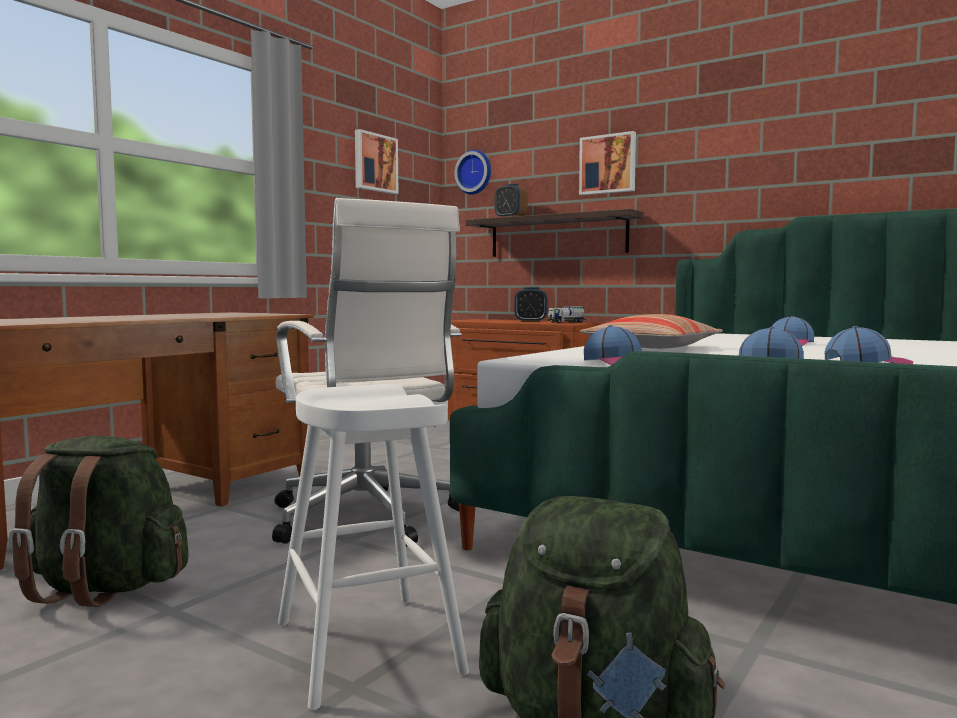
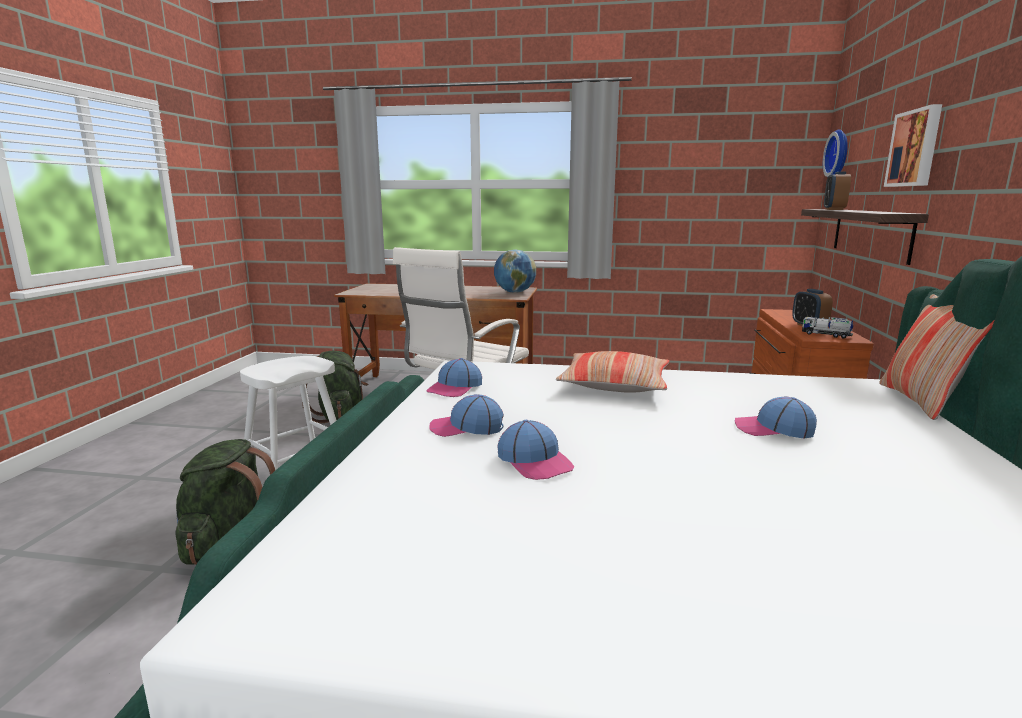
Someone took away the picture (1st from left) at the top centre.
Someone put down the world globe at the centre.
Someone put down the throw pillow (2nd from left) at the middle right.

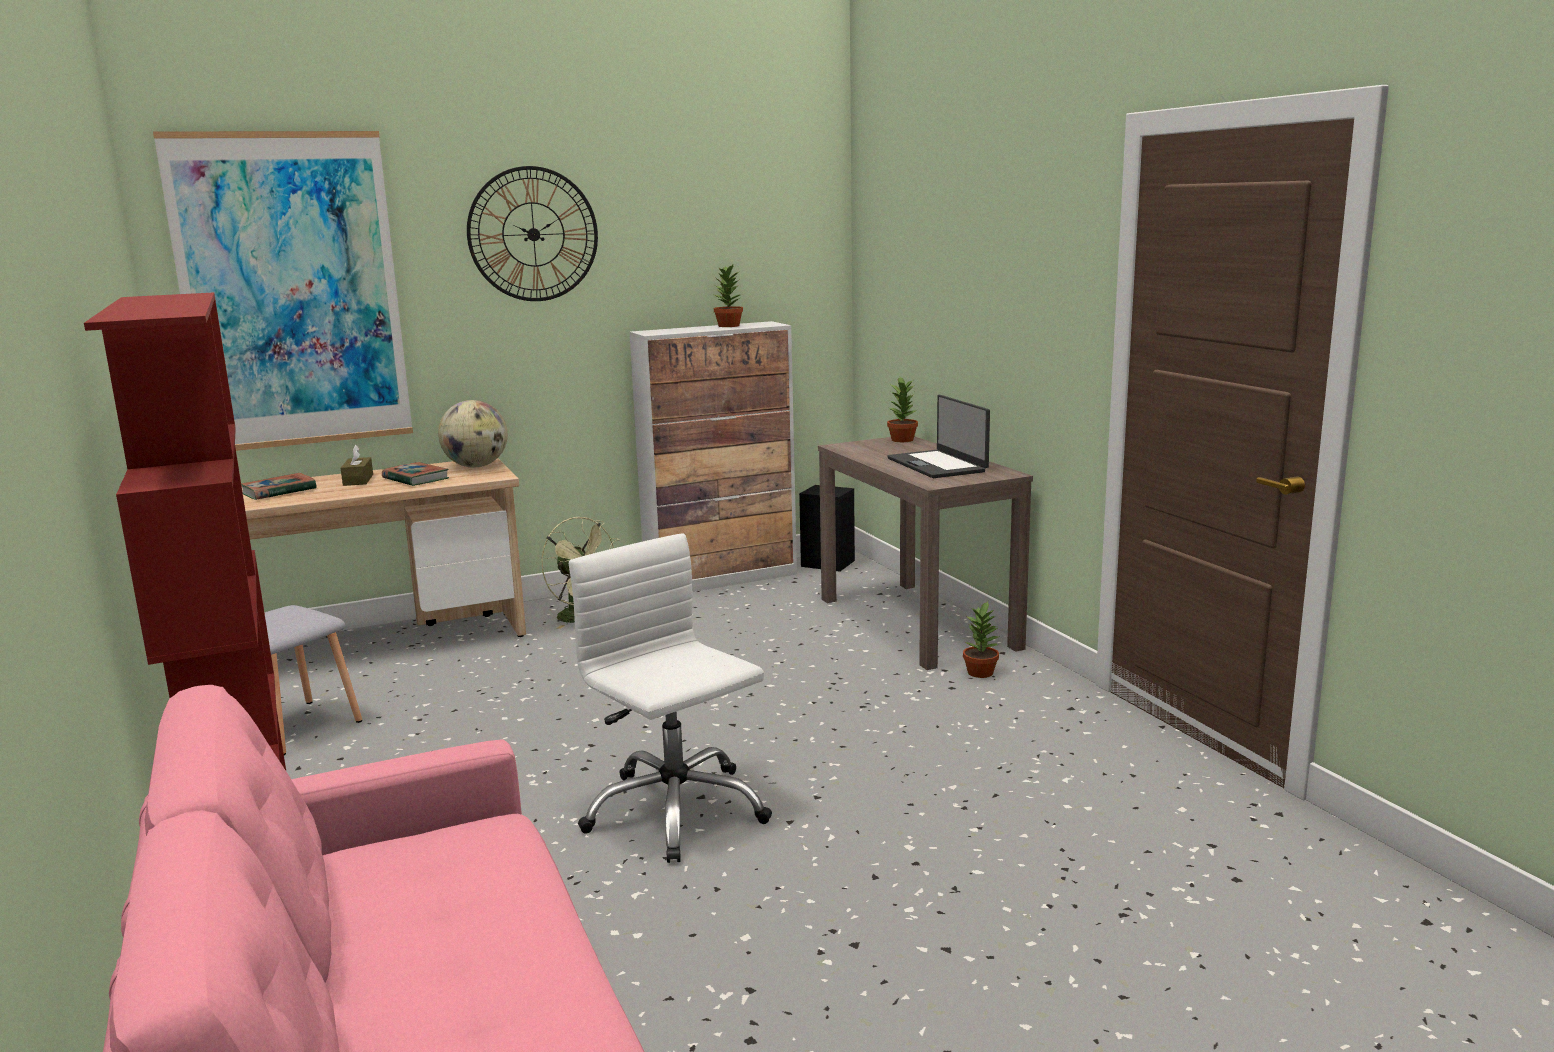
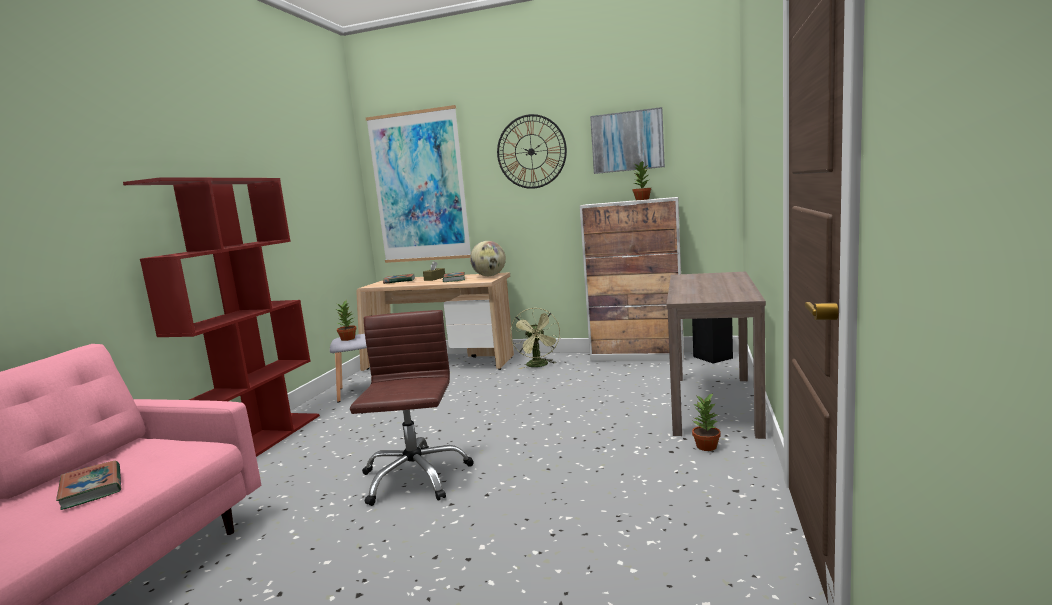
Someone repainted the white-coloured computer chair at the centre, which became the brown-coloured computer chair at the bottom centre.
Someone carried the plant in a pot (2nd from left in the first image) from the centre to the middle left.
Someone took away the portable computer at the centre.
Someone put down the bound book (1st from left) at the bottom left.
Someone put up the picture (2nd from left) at the top centre.

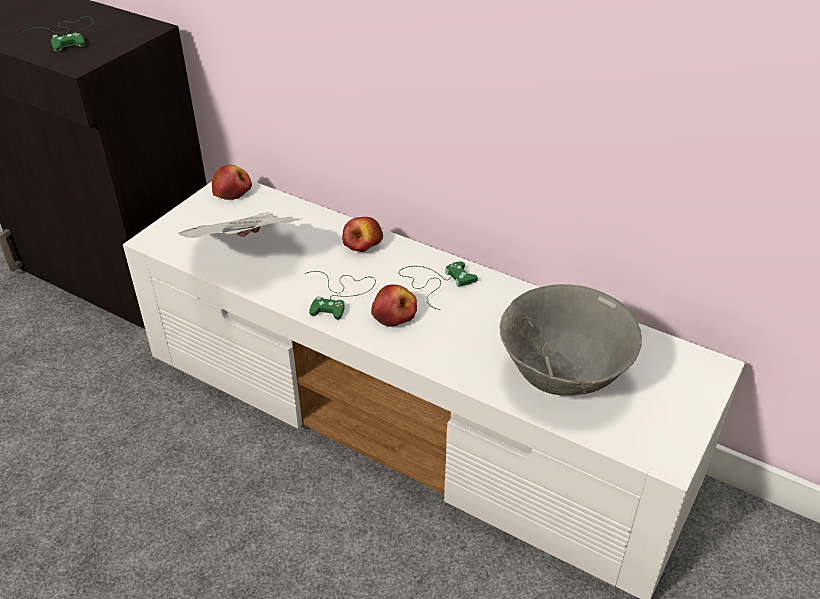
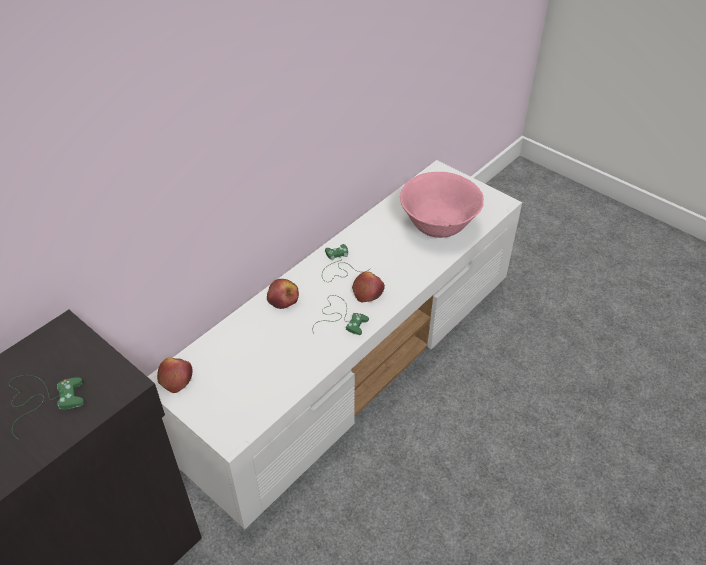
Someone took away the daily paper at the middle left.
Someone repainted the greyish bowl at the middle right, which became the pinkish bowl at the centre.

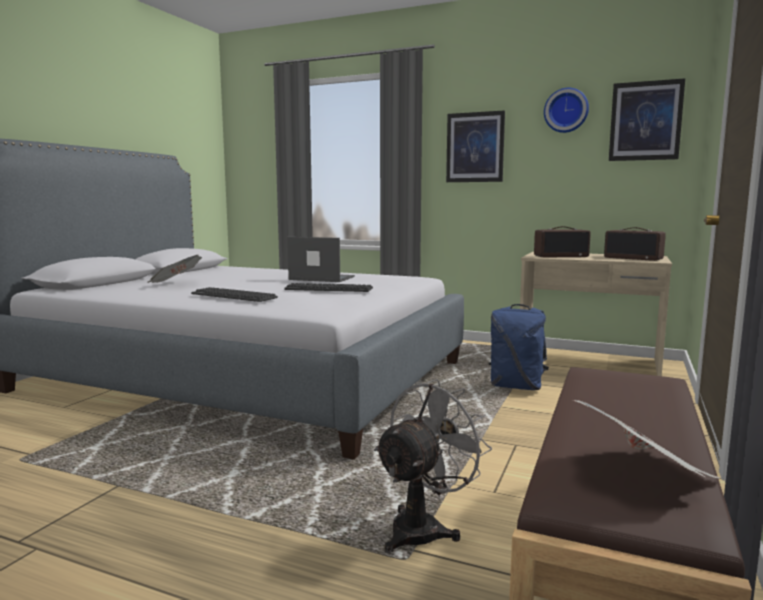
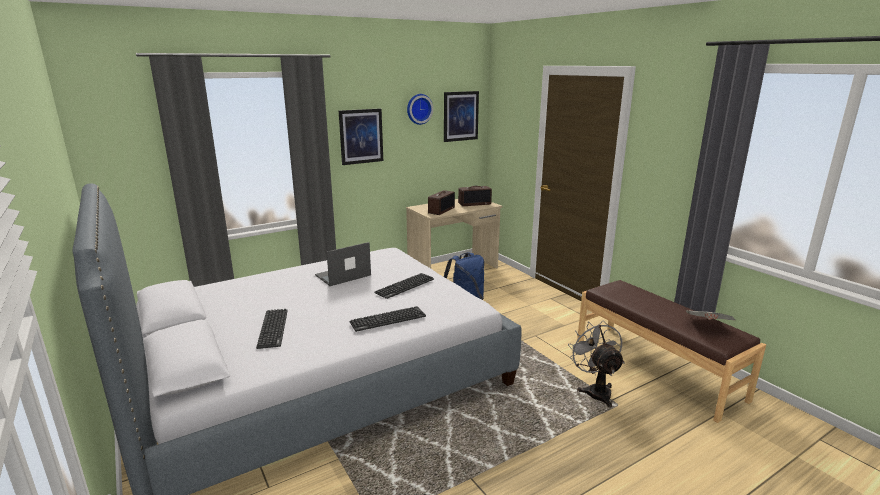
Someone swapped the daily paper (1st from left) at the middle left for the PC keyboard (1st from left) at the middle left.

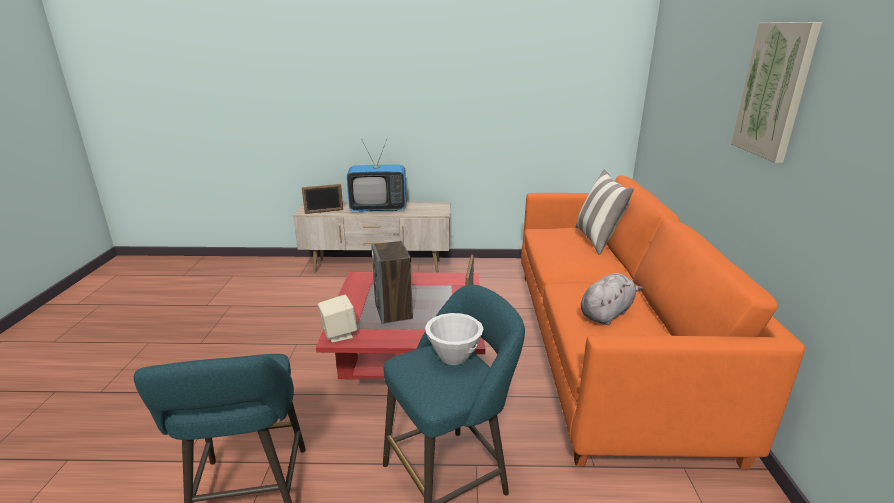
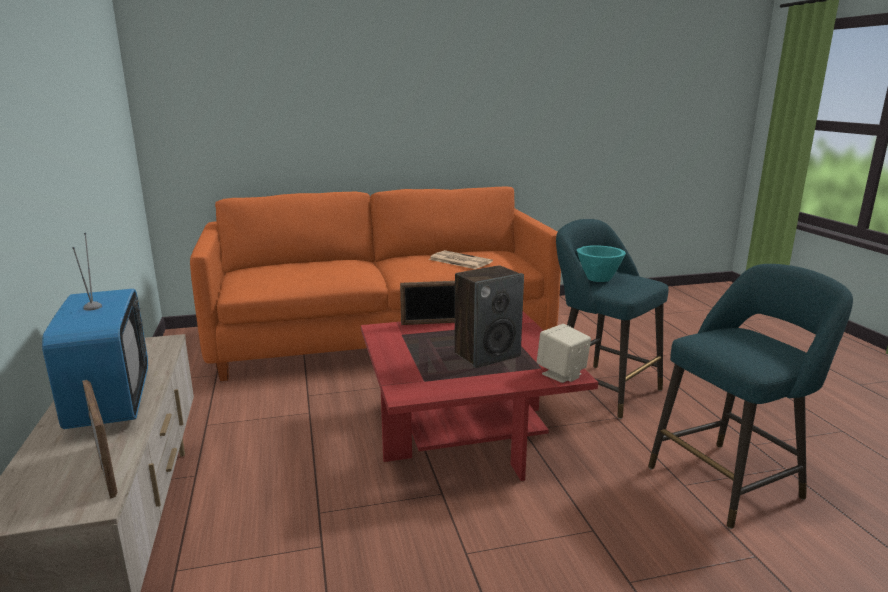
Someone repainted the white-coloured bowl at the bottom centre, which became the turquoise bowl at the middle right.
Someone took away the throw pillow at the middle right.
Someone swapped the greyish soft toy at the middle right for the daily paper at the centre.
Someone took away the picture at the top right.

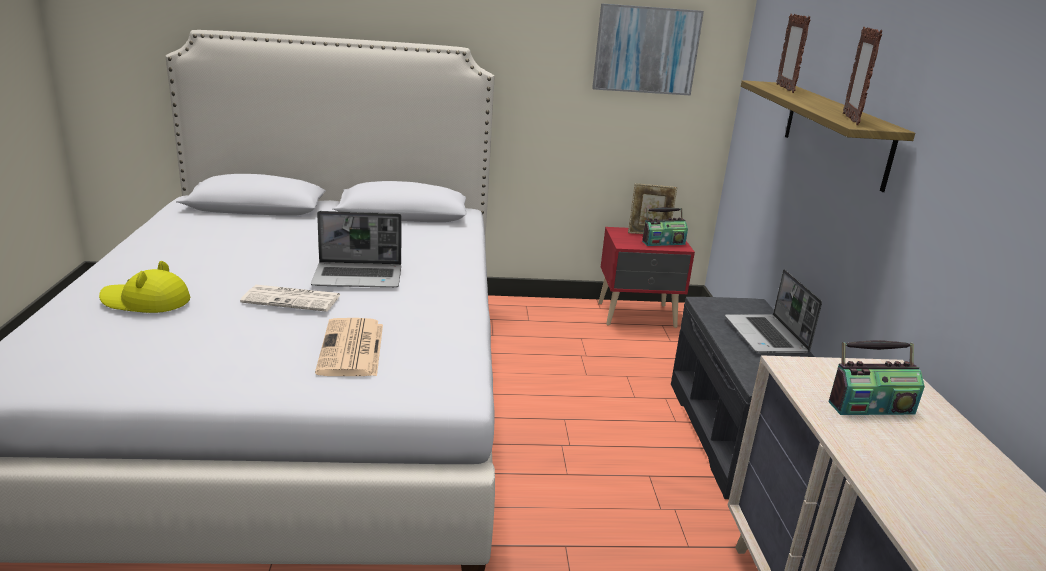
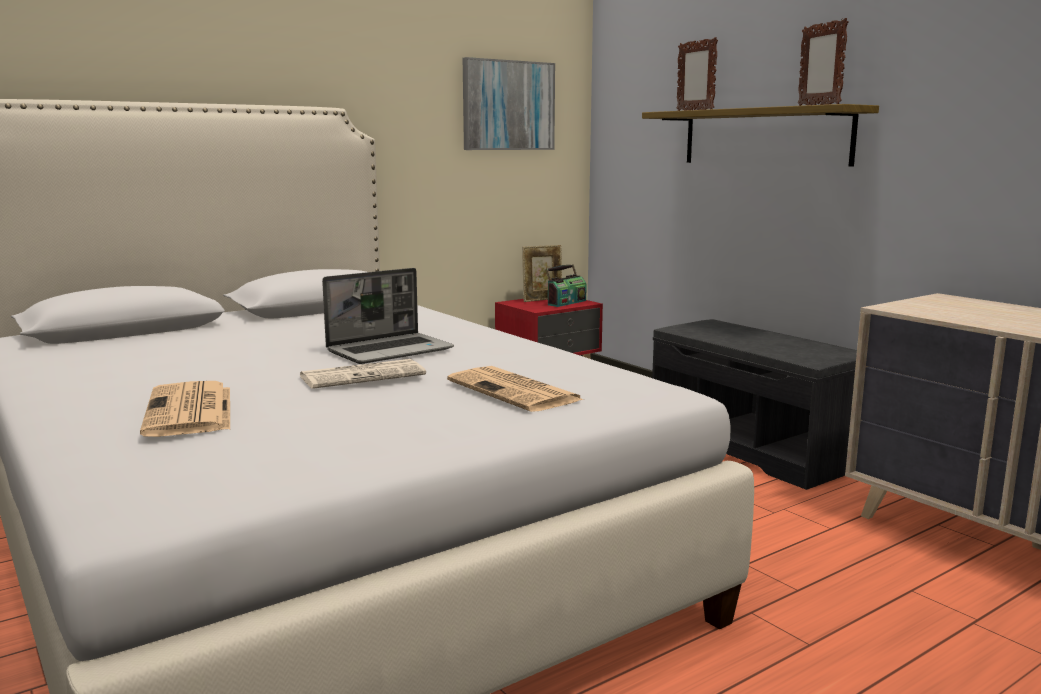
Someone swapped the yellowish wearable hat at the middle left for the daily paper (1st from left) at the middle left.
Someone took away the portable computer (2nd from left) at the middle right.
Someone took away the radio (2nd from left) at the middle right.

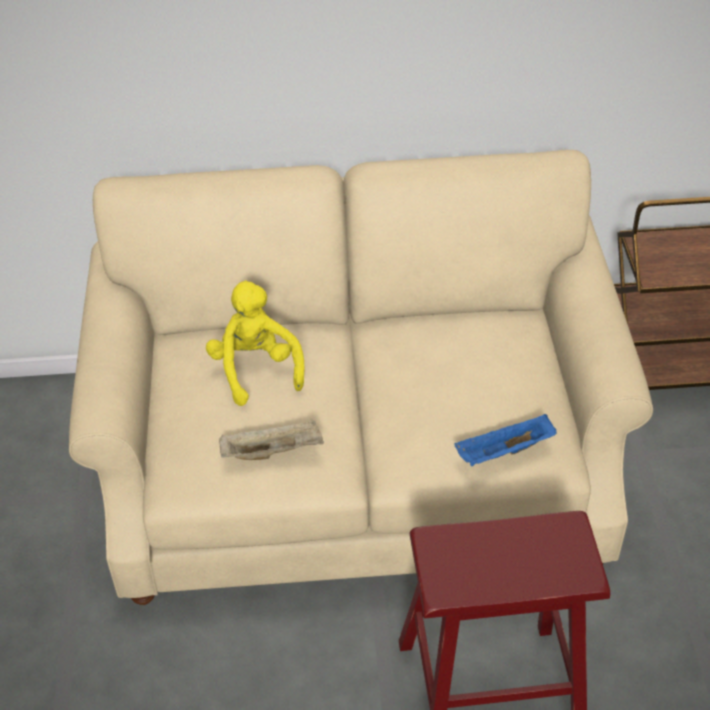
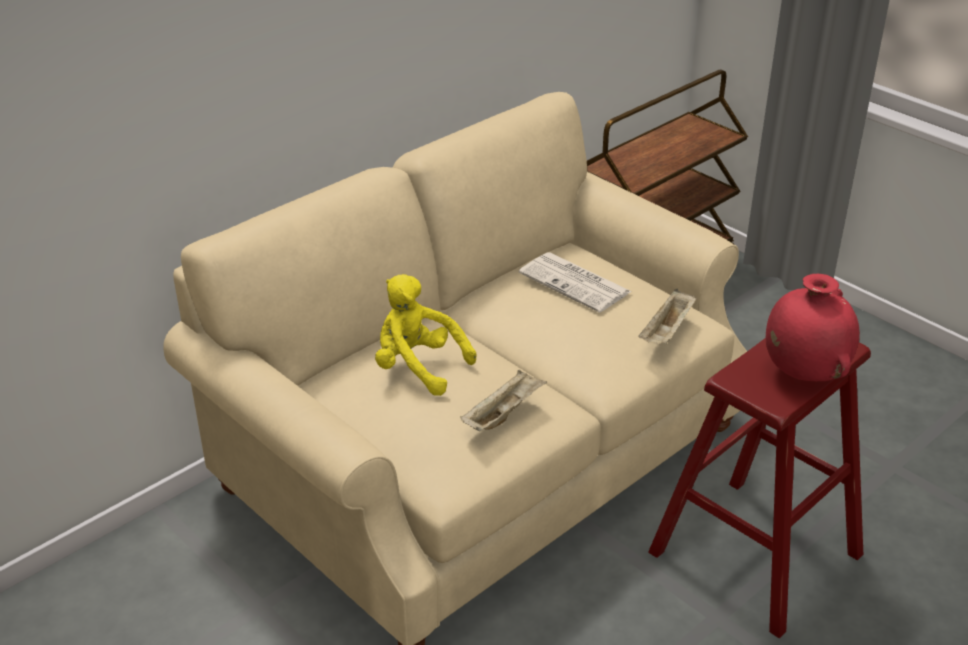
Someone repainted the blue-coloured carrying tray at the middle right, which became the beige-coloured carrying tray (2nd from left) at the middle right.
Someone put down the daily paper at the centre.
Someone put down the reddish vase at the middle right.

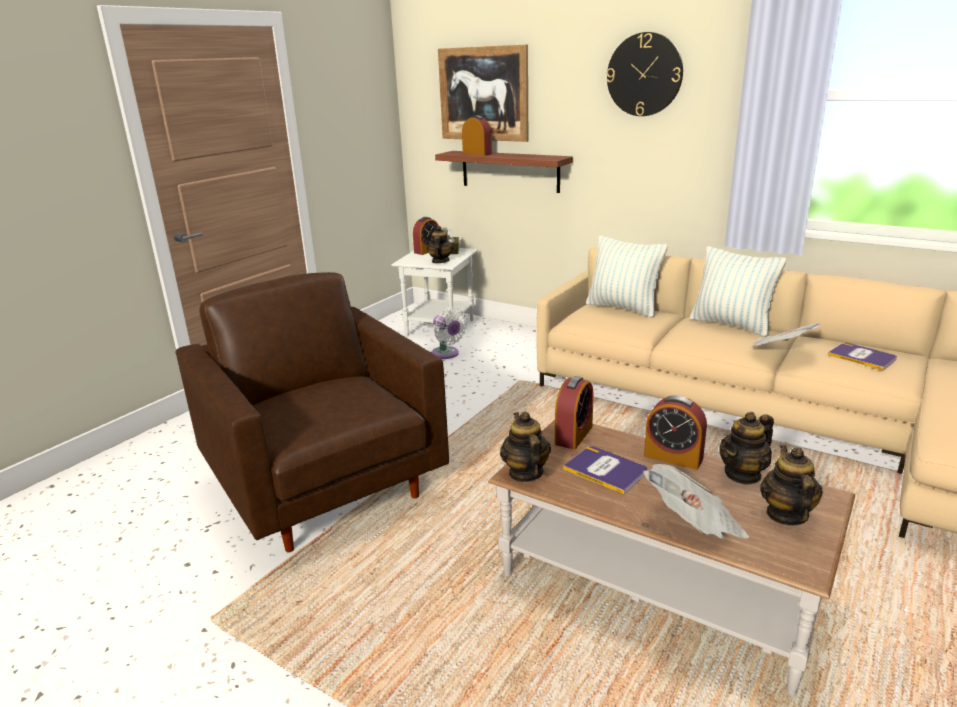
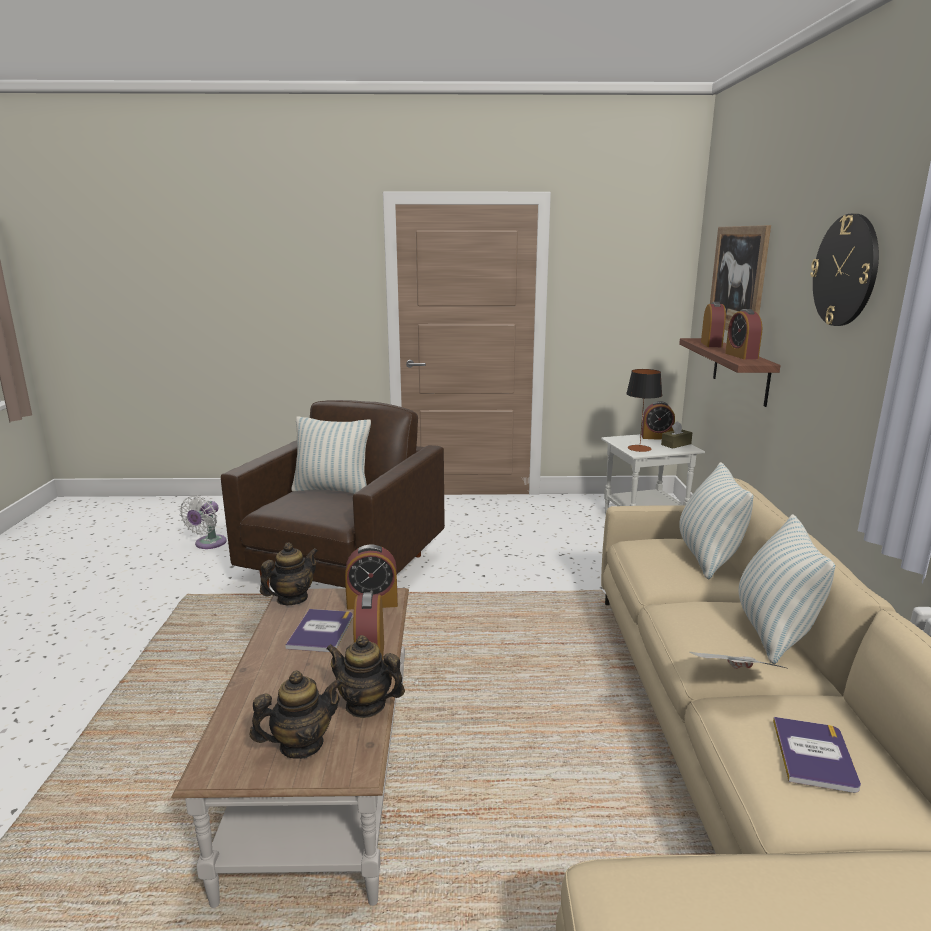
Someone swapped the teapot (1st from left) at the centre for the lamp for a table at the middle right.
Someone carried the white-coloured cooling fan from the centre to the middle left.
Someone took away the daily paper (1st from left) at the bottom right.
Someone put down the throw pillow (1st from left) at the centre.
Someone put down the table clock (5th from left) at the middle right.

